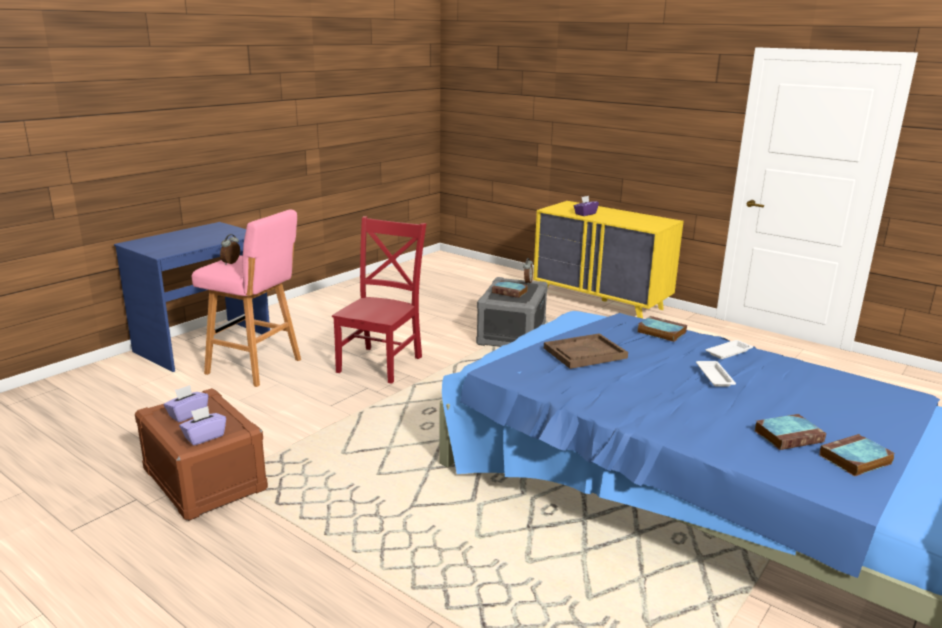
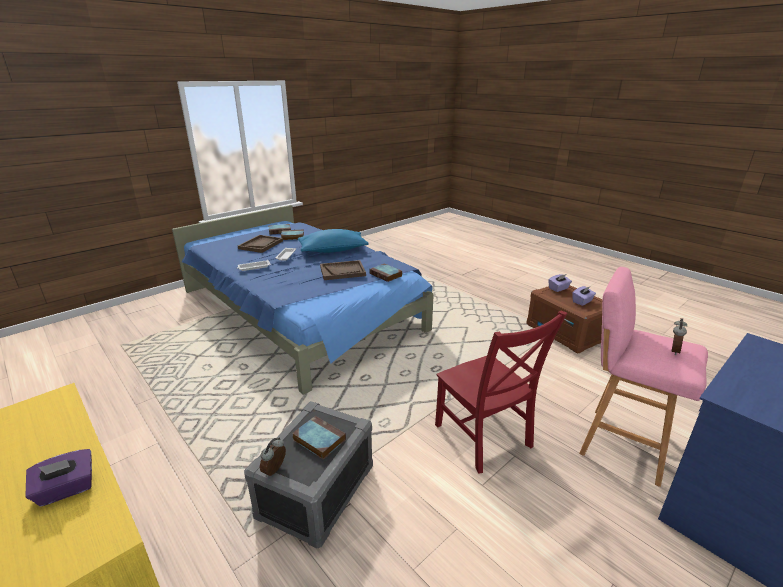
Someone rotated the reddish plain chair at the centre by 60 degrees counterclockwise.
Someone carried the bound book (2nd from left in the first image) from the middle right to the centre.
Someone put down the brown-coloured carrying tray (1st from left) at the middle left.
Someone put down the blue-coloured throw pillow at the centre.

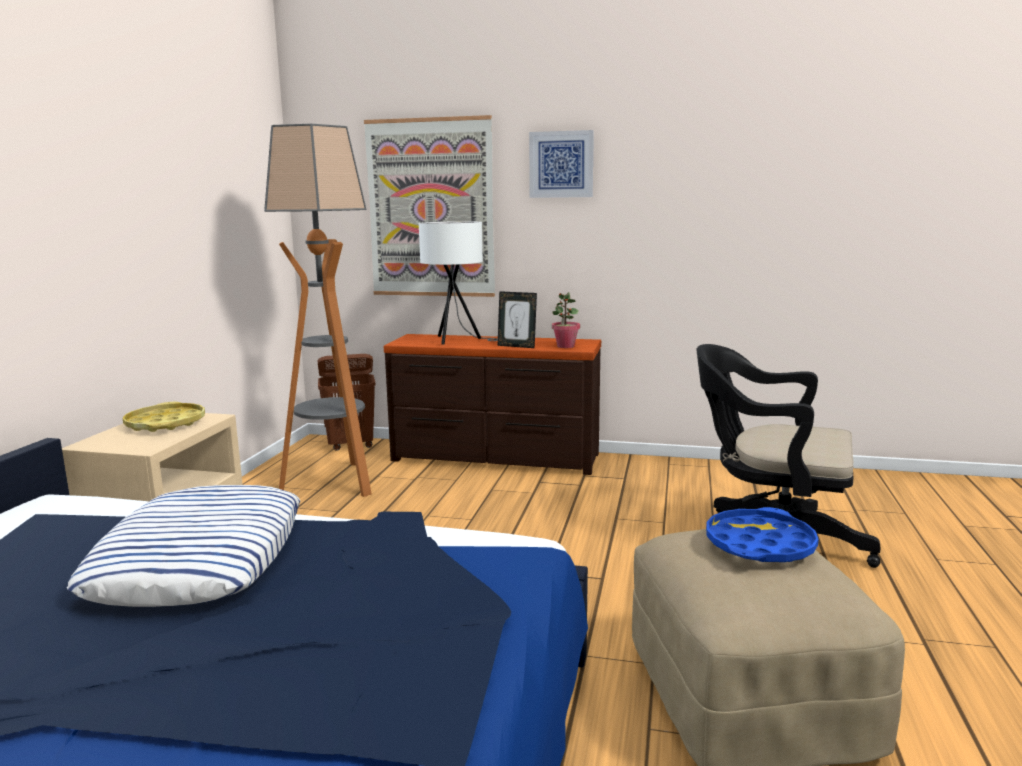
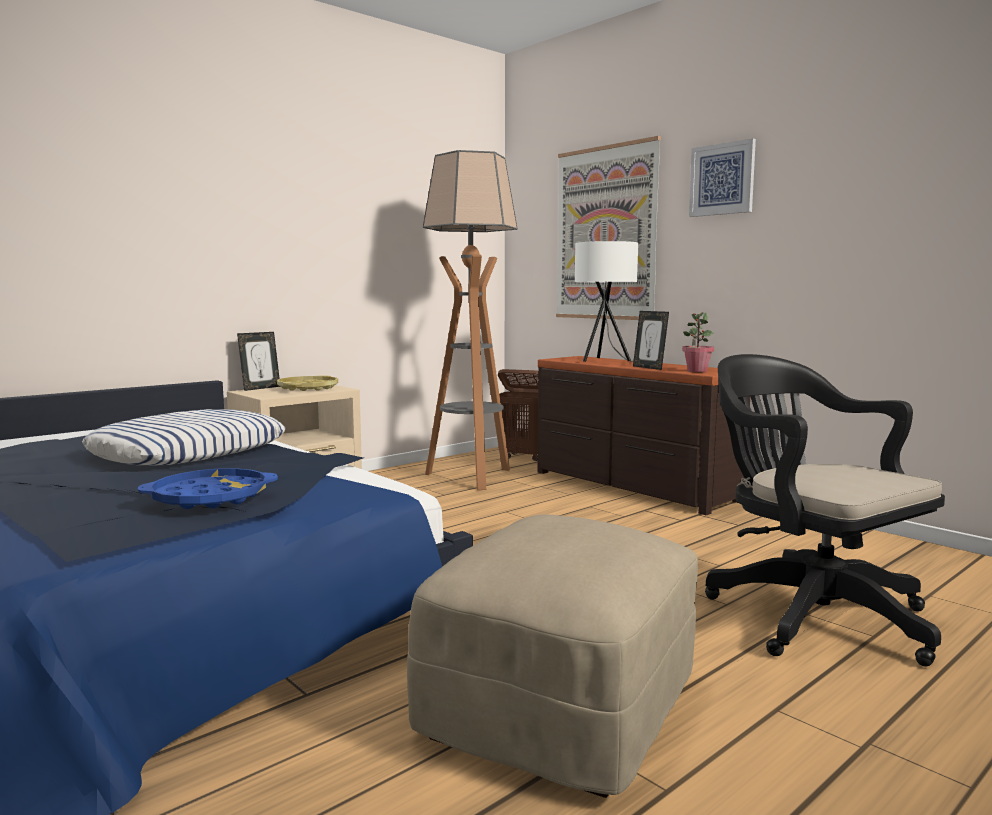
Someone carried the blue-coloured carrying tray from the bottom right to the middle left.
Someone put down the photo frame (1st from left) at the middle left.

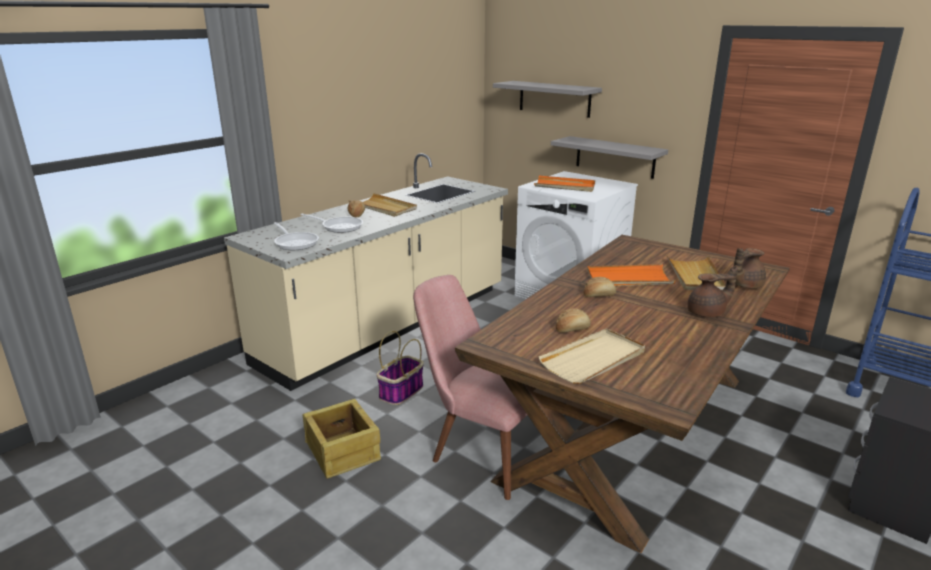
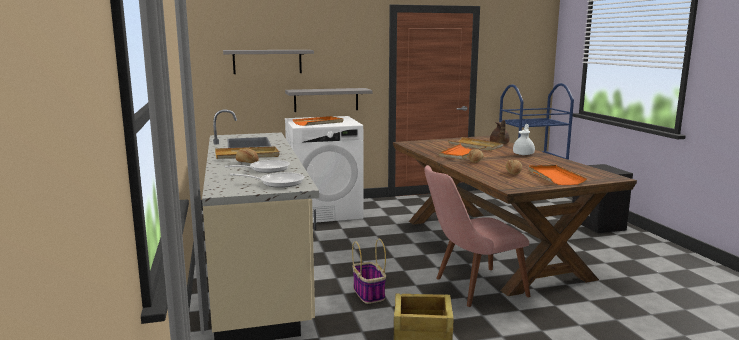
Someone repainted the beige-coloured carrying tray (2nd from left) at the centre, which became the orangey carrying tray (3rd from left) at the middle right.
Someone repainted the brown-coloured teapot (1st from left) at the middle right, which became the white-coloured teapot at the middle right.

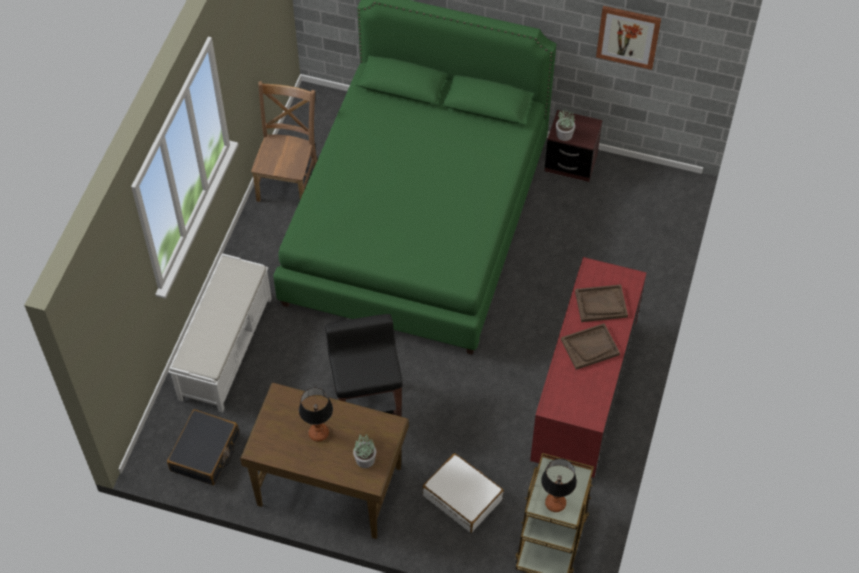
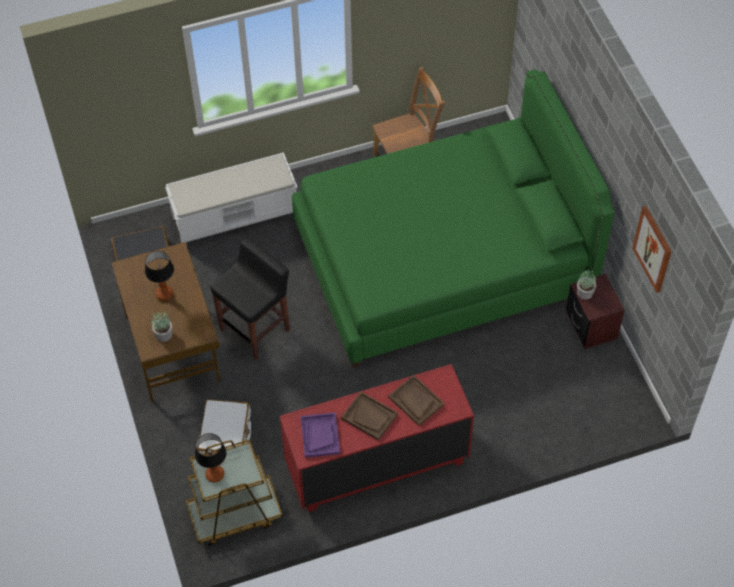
Someone put down the purple carrying tray at the bottom centre.

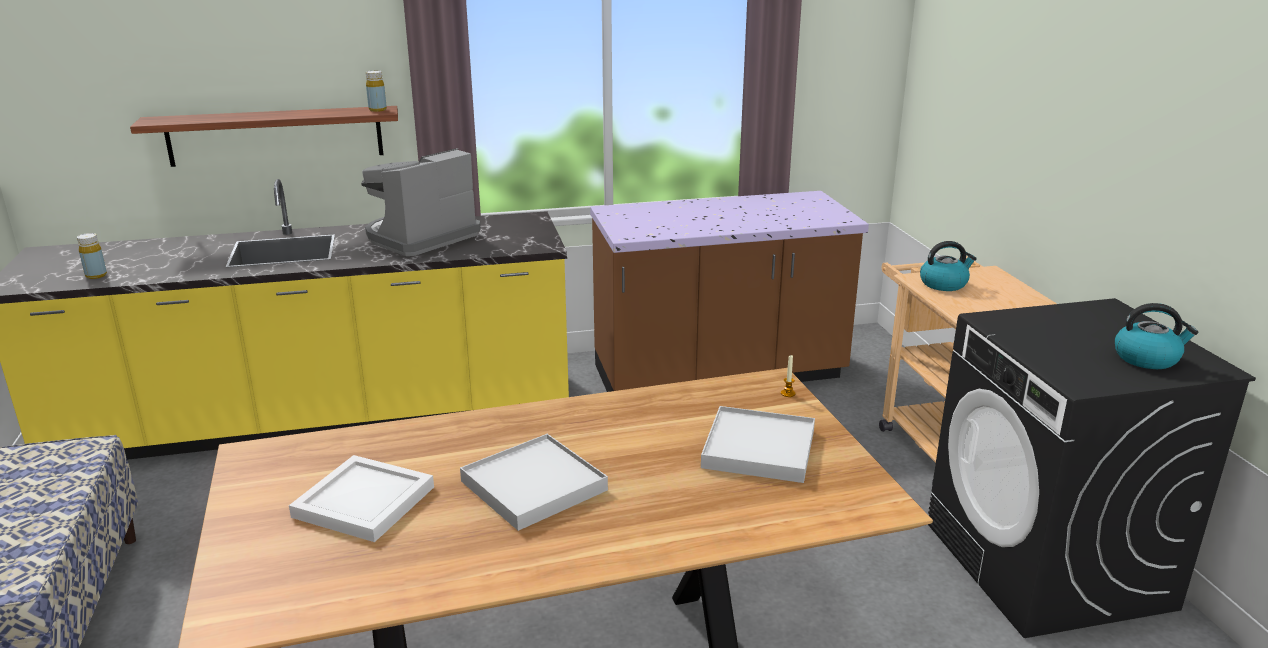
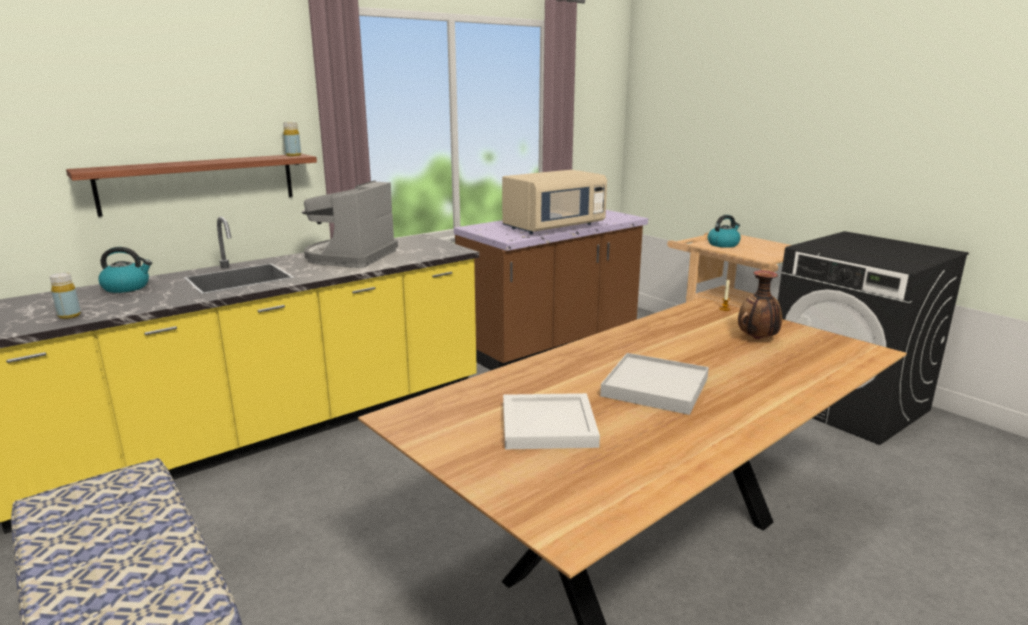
Someone swapped the white-coloured carrying tray (3rd from left) at the bottom centre for the vase at the middle right.
Someone carried the kettle (2nd from left in the first image) from the middle right to the middle left.
Someone put down the beige-coloured microwave oven at the top centre.

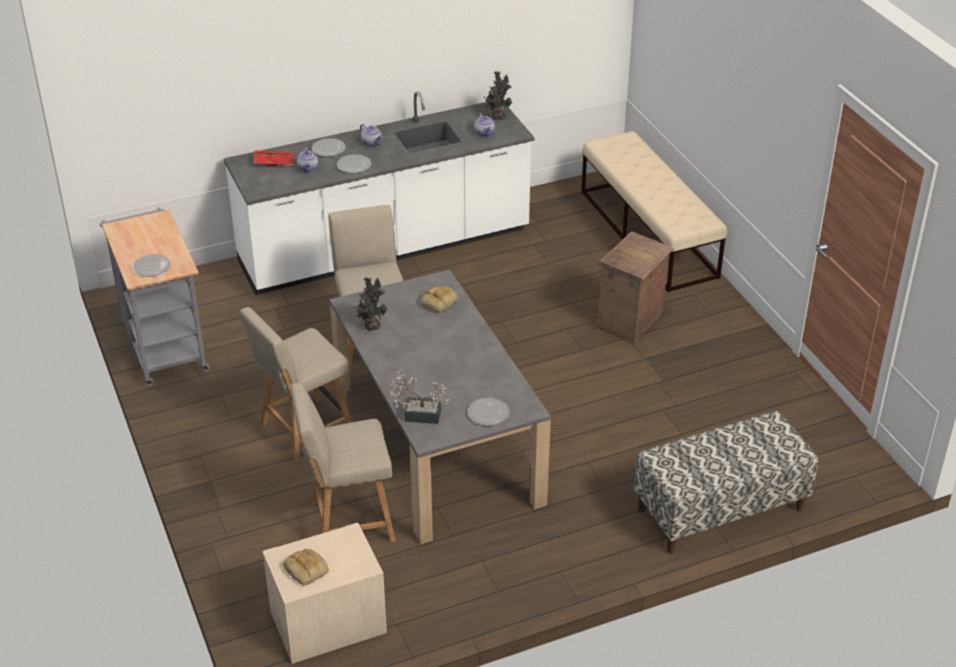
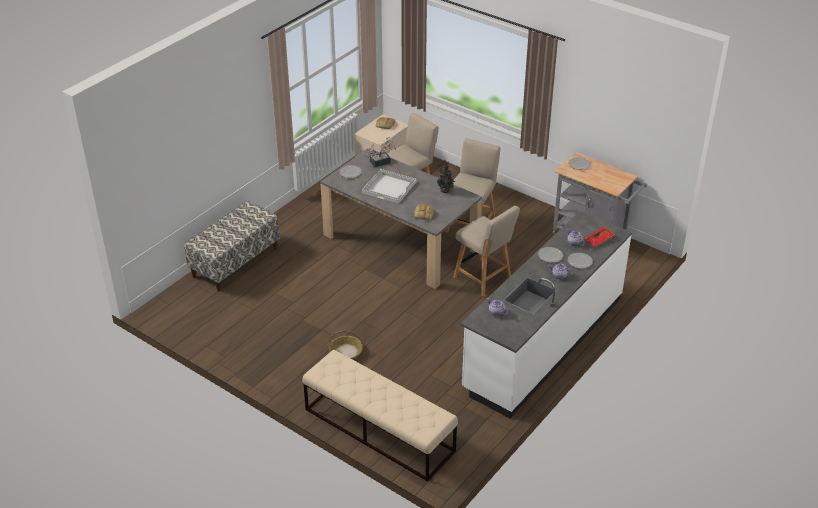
Someone took away the plant in a pot (3rd from left) at the top centre.
Someone swapped the shipping crate at the centre for the storage basket at the bottom centre.
Someone put down the white-coloured carrying tray at the centre.

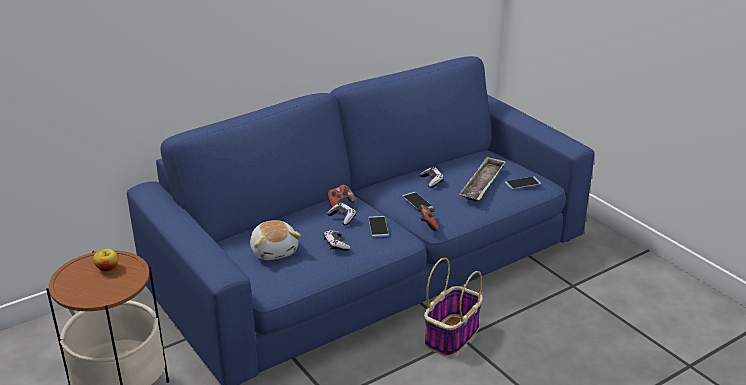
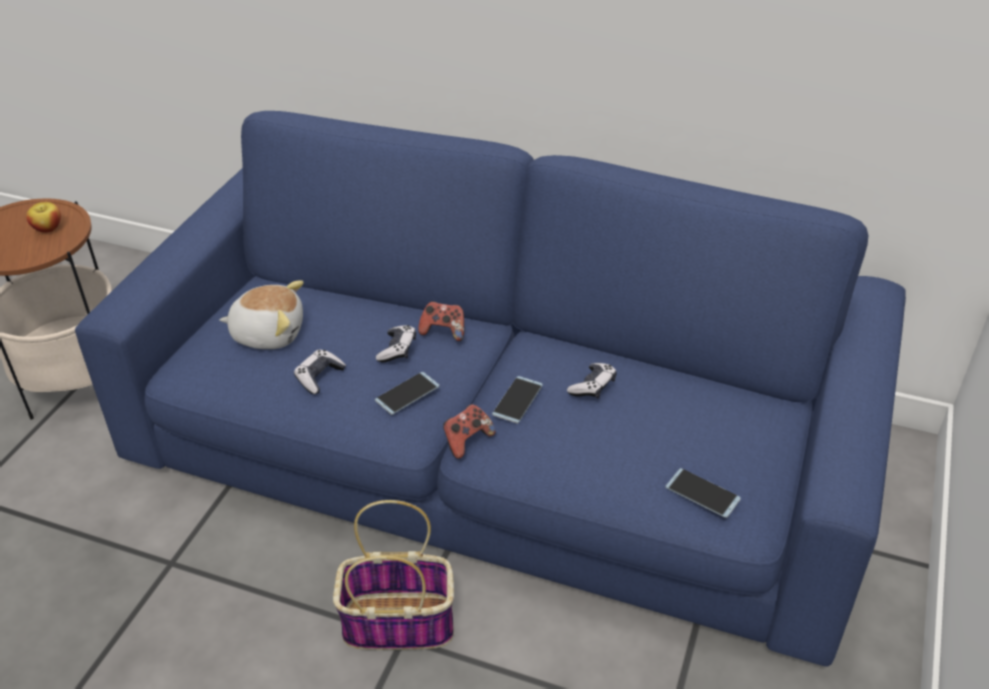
Someone rotated the soft toy at the centre by 120 degrees counterclockwise.
Someone took away the carrying tray at the centre.

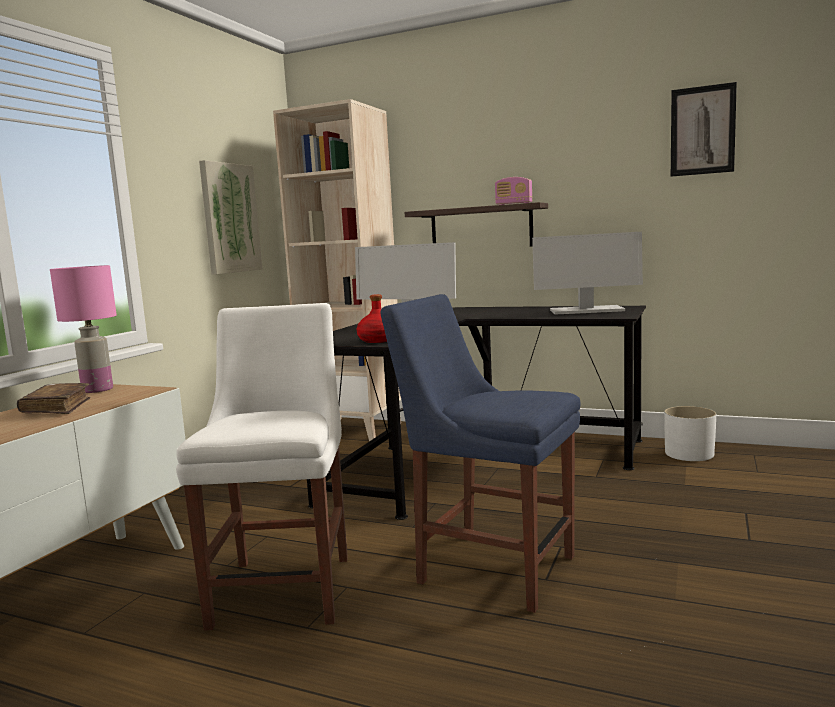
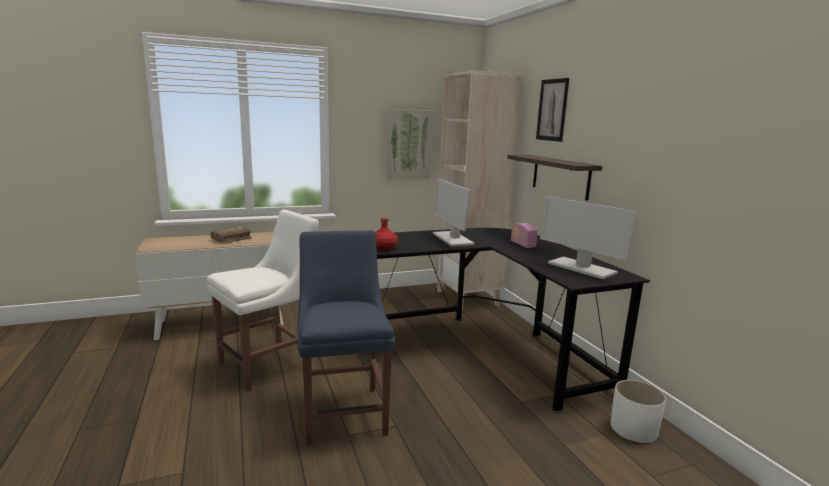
Someone took away the pinkish lamp for a table at the middle left.
Someone carried the radio from the top centre to the centre.
Someone carried the picture (2nd from left) from the top right to the top centre.

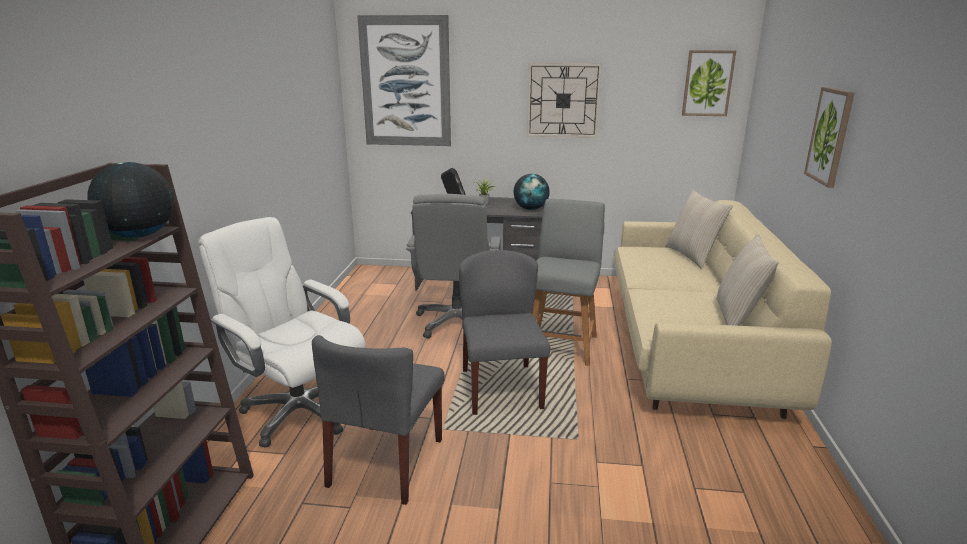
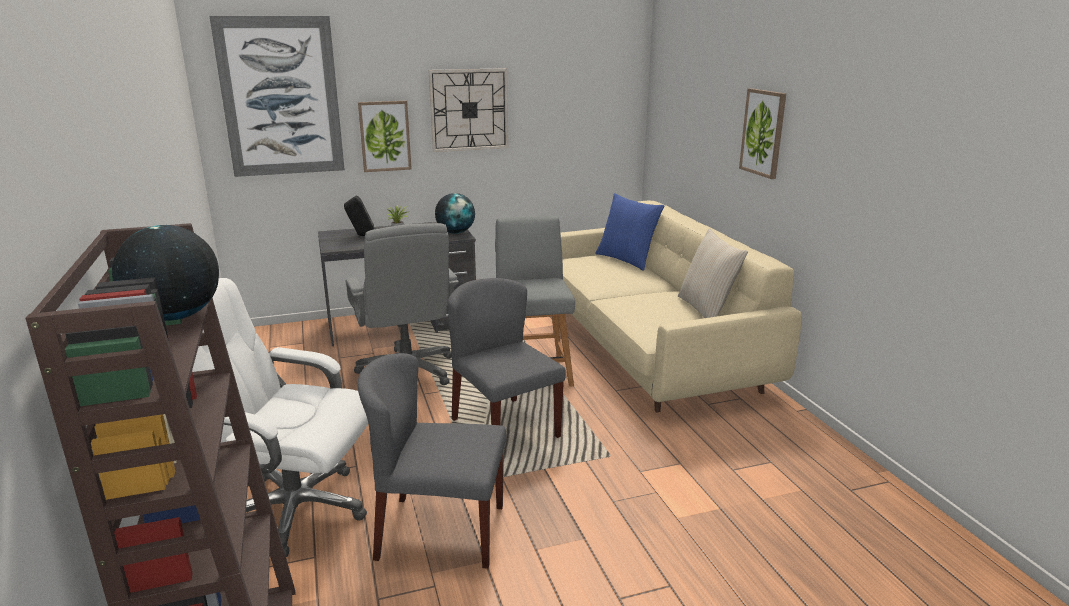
Someone rotated the greyish plain chair (1st from left) at the bottom centre by 105 degrees clockwise.
Someone repainted the beige-coloured throw pillow (1st from left) at the middle right, which became the blue-coloured throw pillow at the centre.
Someone carried the picture (2nd from left) from the top right to the top centre.

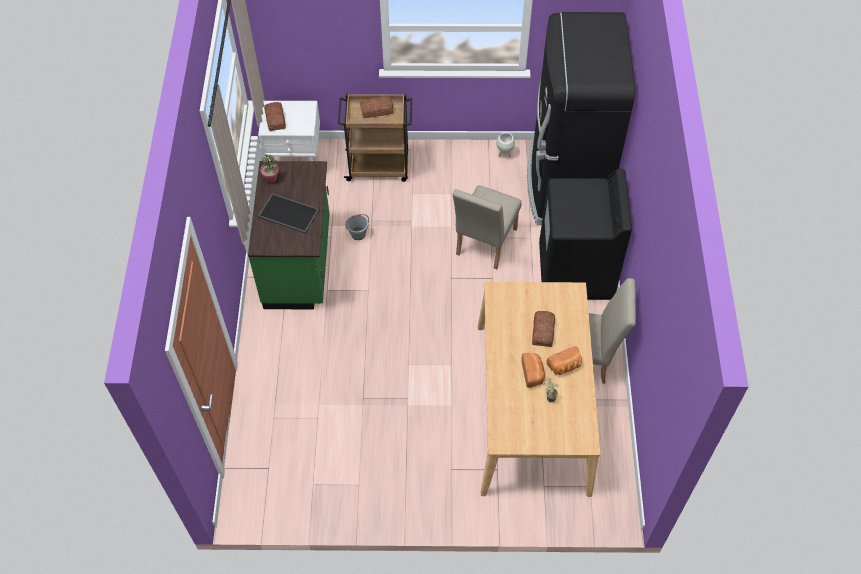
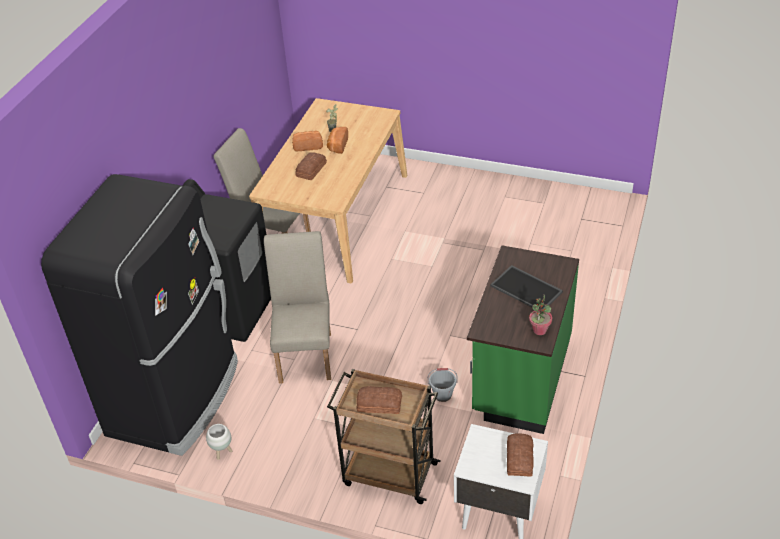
Someone rotated the beige-coloured plain chair (1st from left in the first image) at the centre by 45 degrees counterclockwise.

